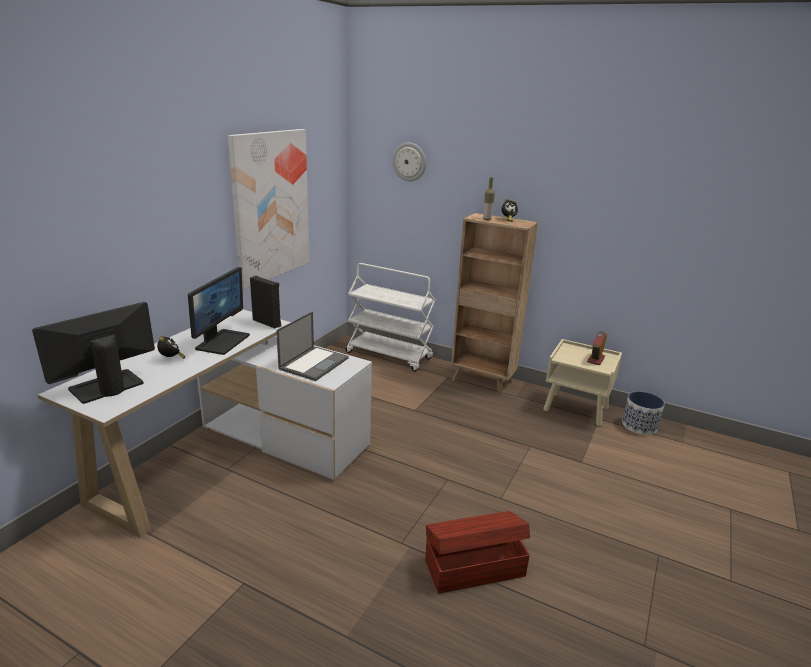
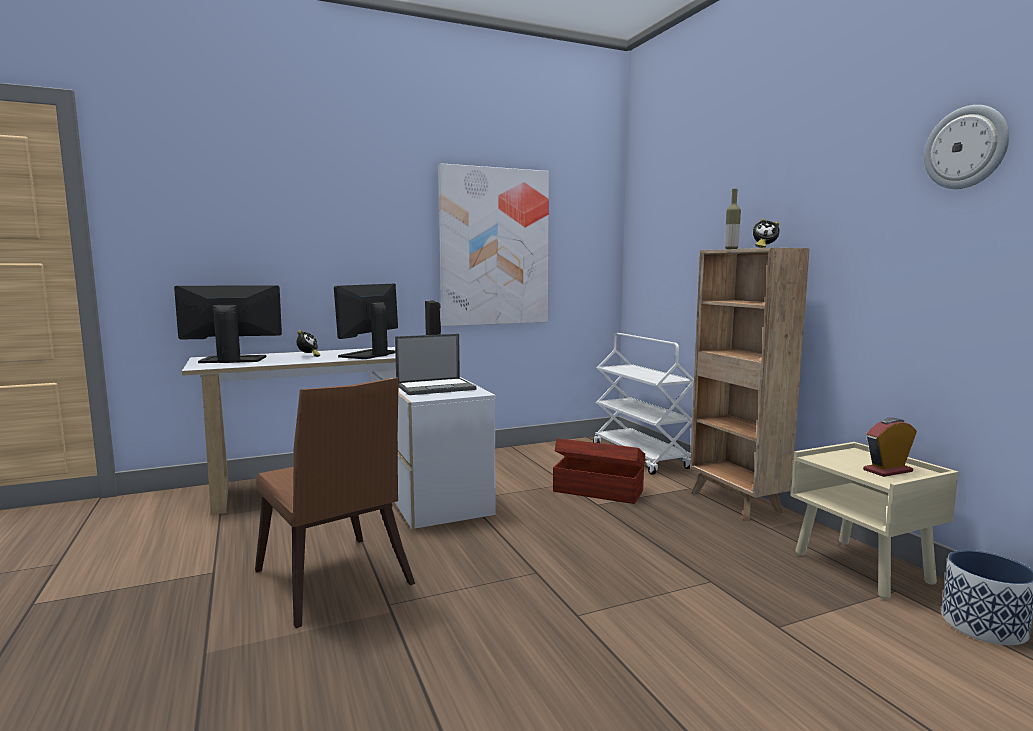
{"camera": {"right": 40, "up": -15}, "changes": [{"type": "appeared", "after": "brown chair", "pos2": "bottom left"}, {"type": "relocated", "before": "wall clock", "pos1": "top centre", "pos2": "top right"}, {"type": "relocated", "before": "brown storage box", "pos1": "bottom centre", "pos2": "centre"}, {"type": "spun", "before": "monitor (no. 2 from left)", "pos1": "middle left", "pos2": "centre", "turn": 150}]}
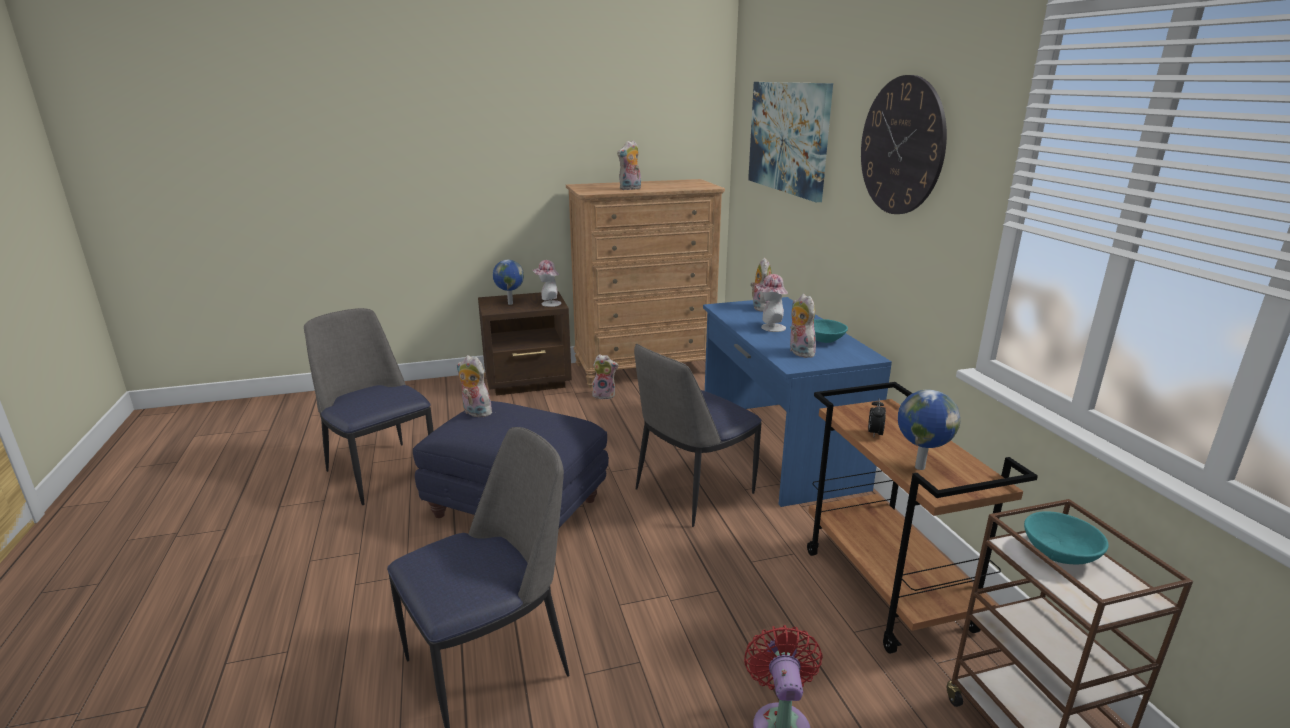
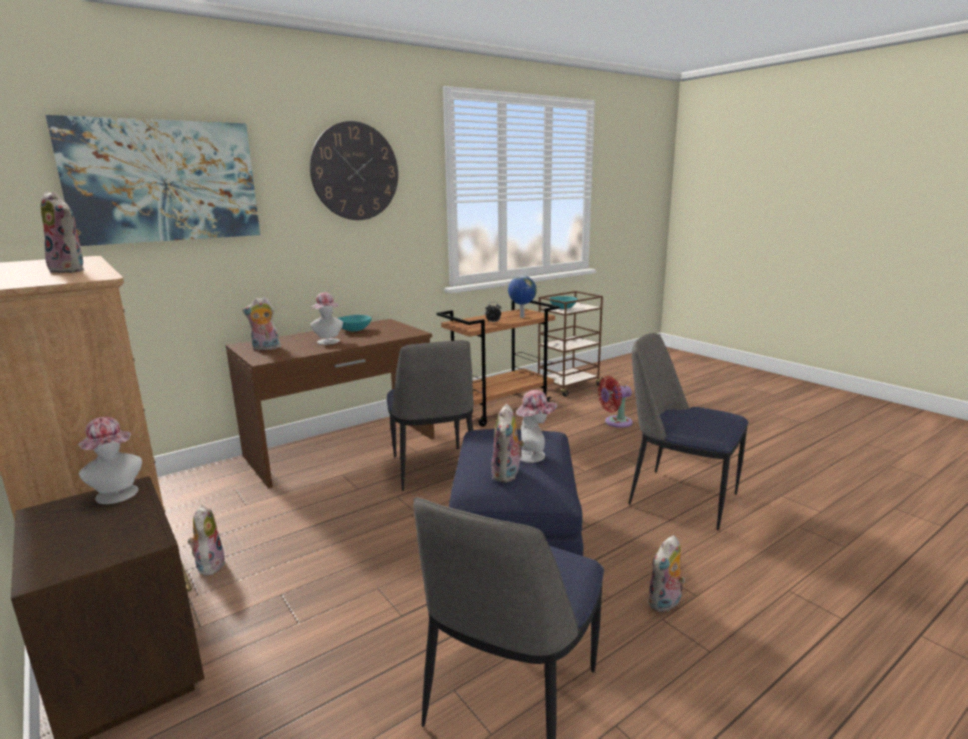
{"camera": {"right": -110, "up": -5}, "changes": [{"type": "missing", "before": "globe (no. 1 from left)", "pos1": "centre"}, {"type": "appeared", "after": "hat (no. 3 from left)", "pos2": "centre"}, {"type": "relocated", "before": "plush toy (no. 5 from left)", "pos1": "centre", "pos2": "bottom right"}, {"type": "colour", "before": "blue desk", "after": "brown desk", "pos1": "centre", "pos2": "centre"}, {"type": "spun", "before": "chair (no. 3 from left in the first image)", "pos1": "centre", "pos2": "centre", "turn": 45}]}
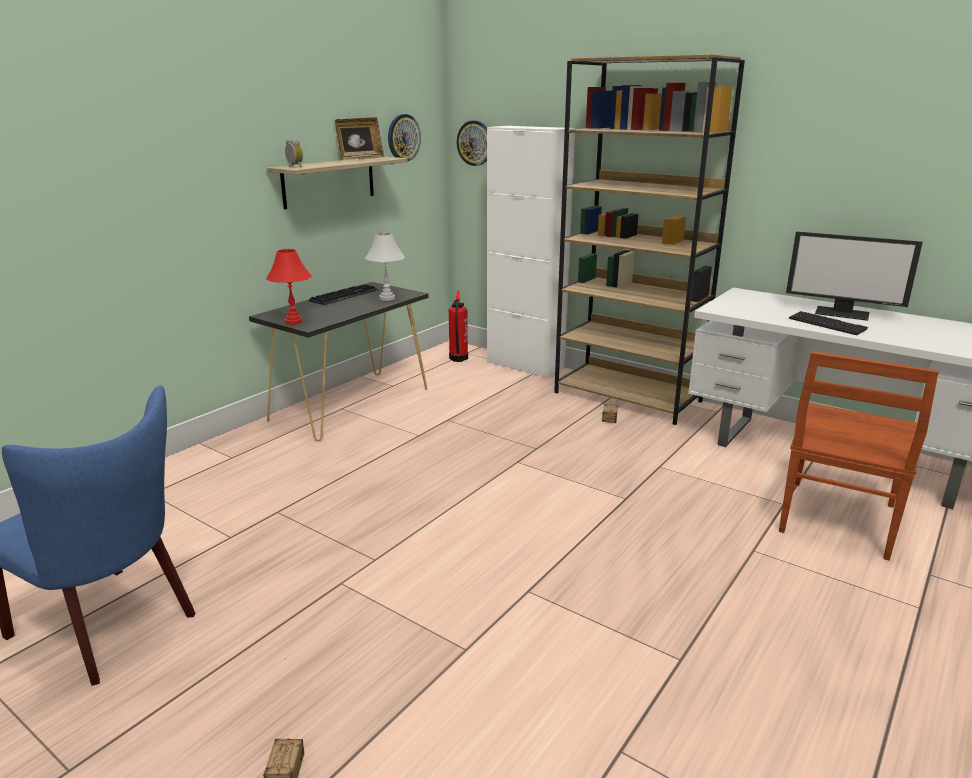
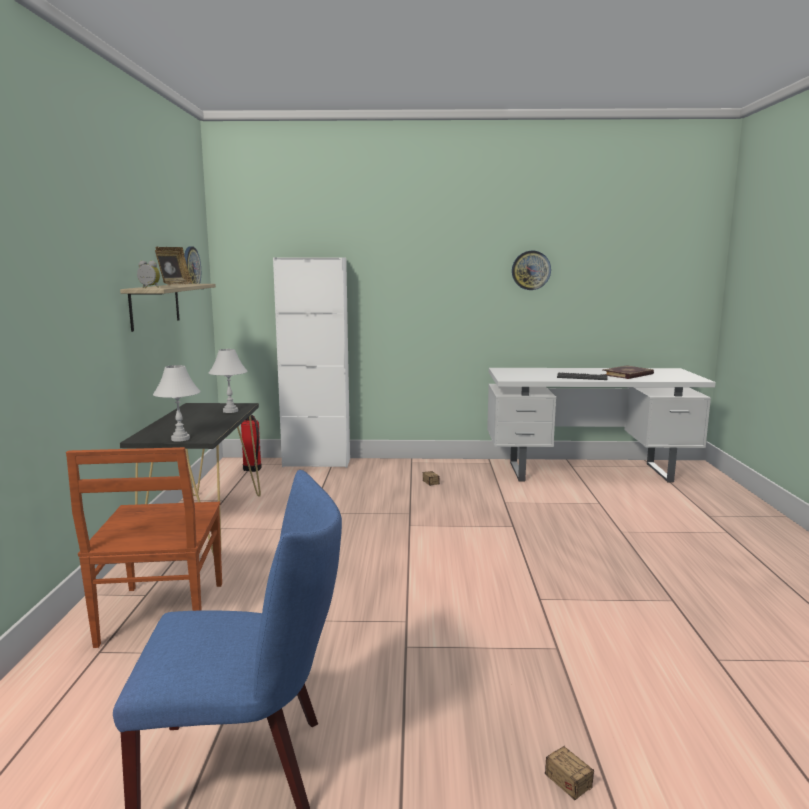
{"camera": {"right": -35, "up": -10}, "changes": [{"type": "missing", "before": "keyboard (no. 1 from left)", "pos1": "centre"}, {"type": "missing", "before": "brown bookcase", "pos1": "top right"}, {"type": "missing", "before": "monitor", "pos1": "middle right"}, {"type": "appeared", "after": "book", "pos2": "middle right"}, {"type": "relocated", "before": "wall clock (no. 2 from left)", "pos1": "top centre", "pos2": "centre"}, {"type": "relocated", "before": "brown chair", "pos1": "middle right", "pos2": "bottom left"}, {"type": "colour", "before": "red table lamp", "after": "white table lamp (no. 1 from left)", "pos1": "middle left", "pos2": "middle left"}]}
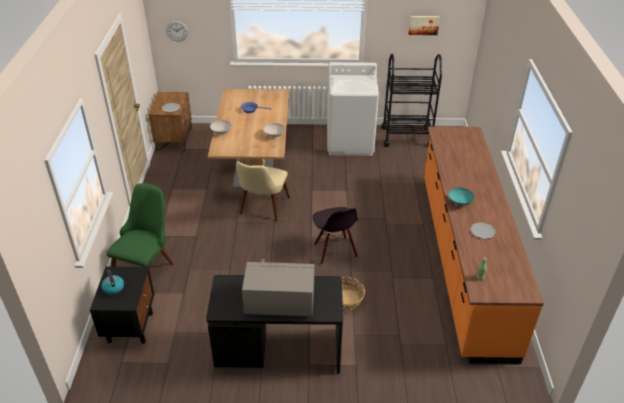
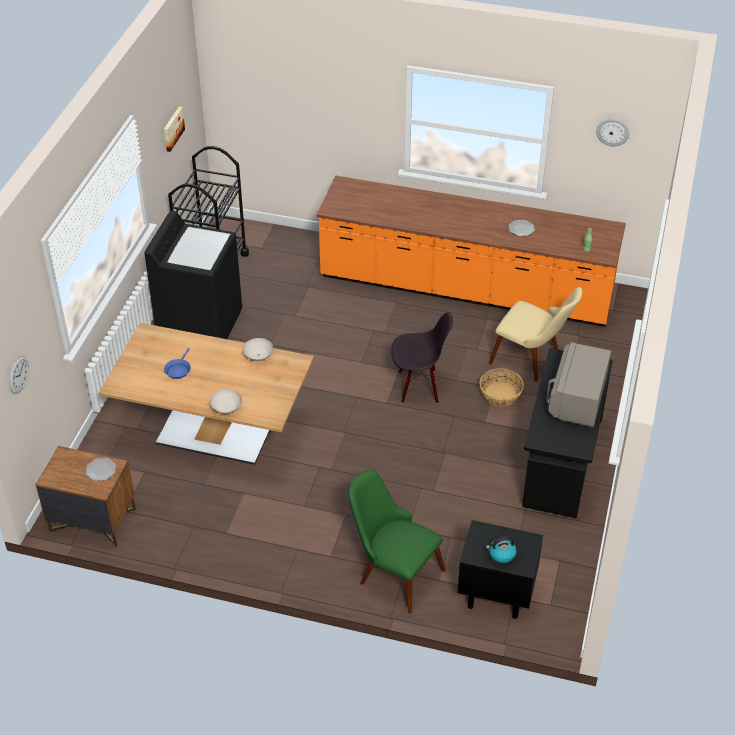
{"camera": {"right": -75, "up": 5}, "changes": [{"type": "missing", "before": "turquoise bowl", "pos1": "middle right"}, {"type": "appeared", "after": "wall clock (no. 2 from left)", "pos2": "top right"}, {"type": "relocated", "before": "beige chair", "pos1": "centre", "pos2": "middle right"}, {"type": "colour", "before": "white washing machine", "after": "black washing machine", "pos1": "top centre", "pos2": "middle left"}]}
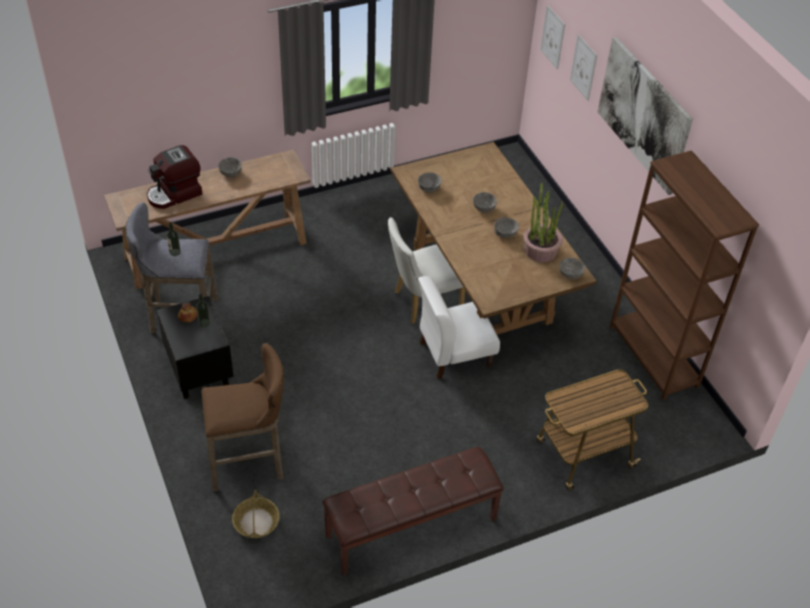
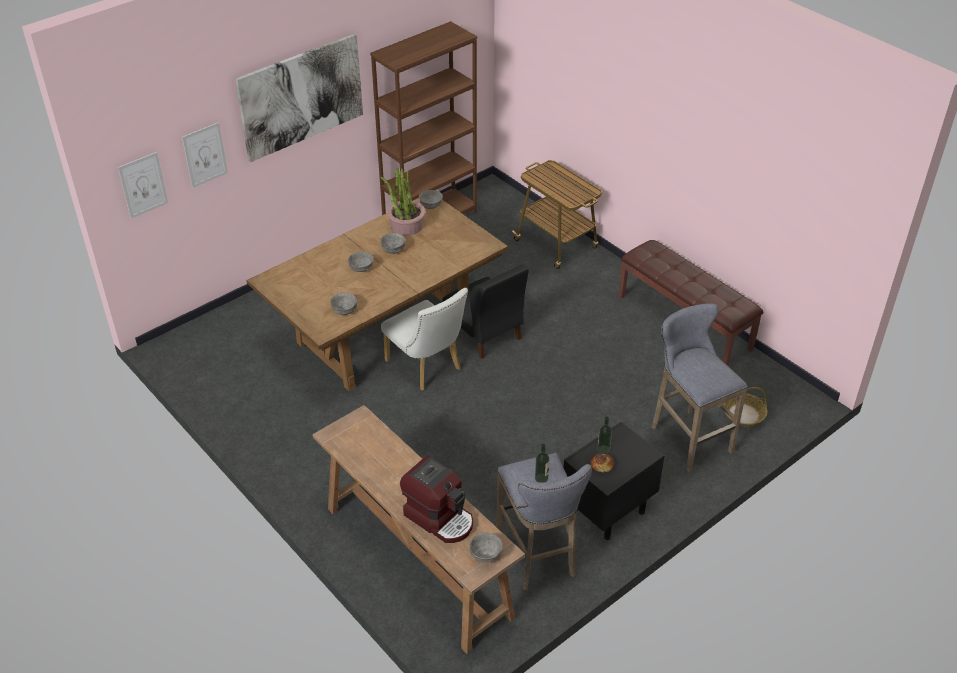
{"camera": {"right": -105, "up": -5}, "changes": [{"type": "relocated", "before": "grey bowl (no. 1 from left in the first image)", "after": "grey bowl (no. 5 from left)", "pos1": "top left", "pos2": "bottom centre"}, {"type": "colour", "before": "brown stool", "after": "grey stool (no. 2 from left)", "pos1": "bottom left", "pos2": "middle right"}, {"type": "colour", "before": "white chair (no. 2 from left)", "after": "black chair", "pos1": "centre", "pos2": "centre"}]}
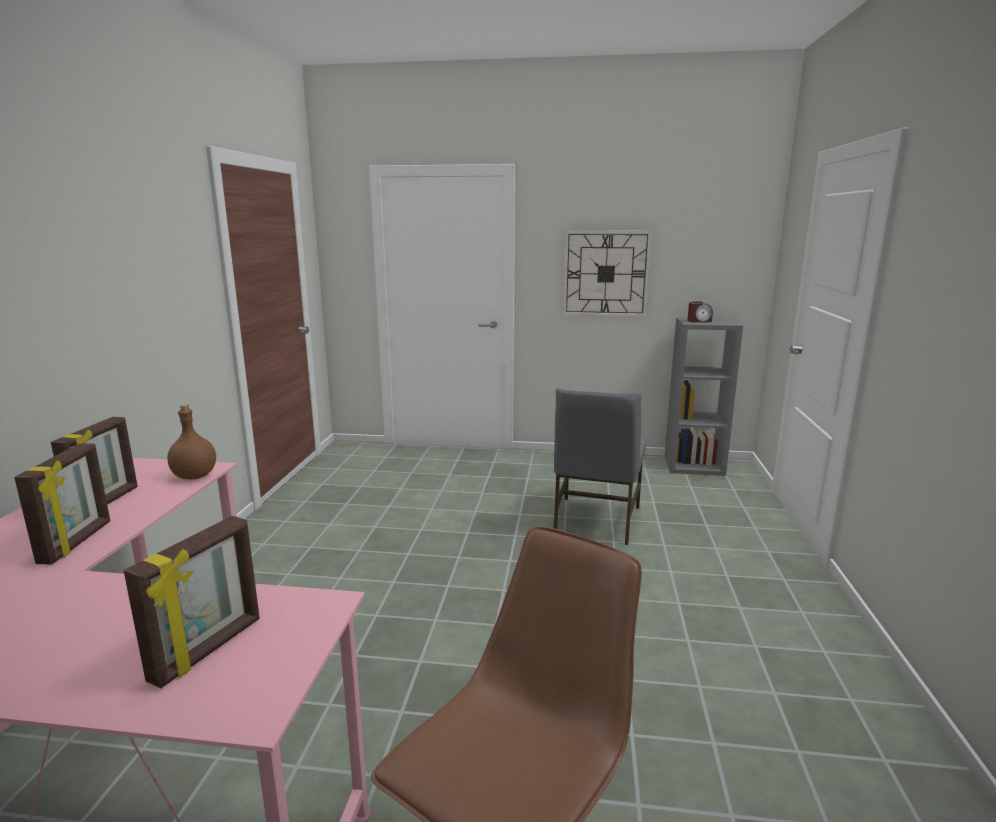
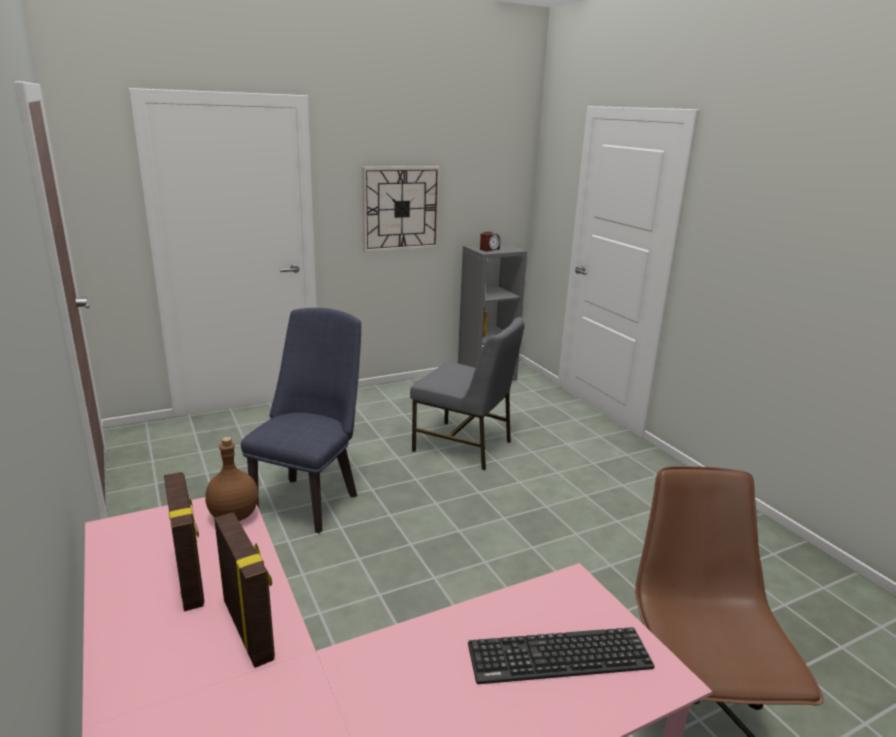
{"camera": {"right": -35, "up": 5}, "changes": [{"type": "appeared", "after": "blue chair", "pos2": "centre"}, {"type": "exchanged", "before": "picture frame (no. 3 from left)", "after": "keyboard", "pos1": "bottom left", "pos2": "bottom centre"}, {"type": "spun", "before": "grey chair", "pos1": "centre", "pos2": "centre", "turn": -45}]}
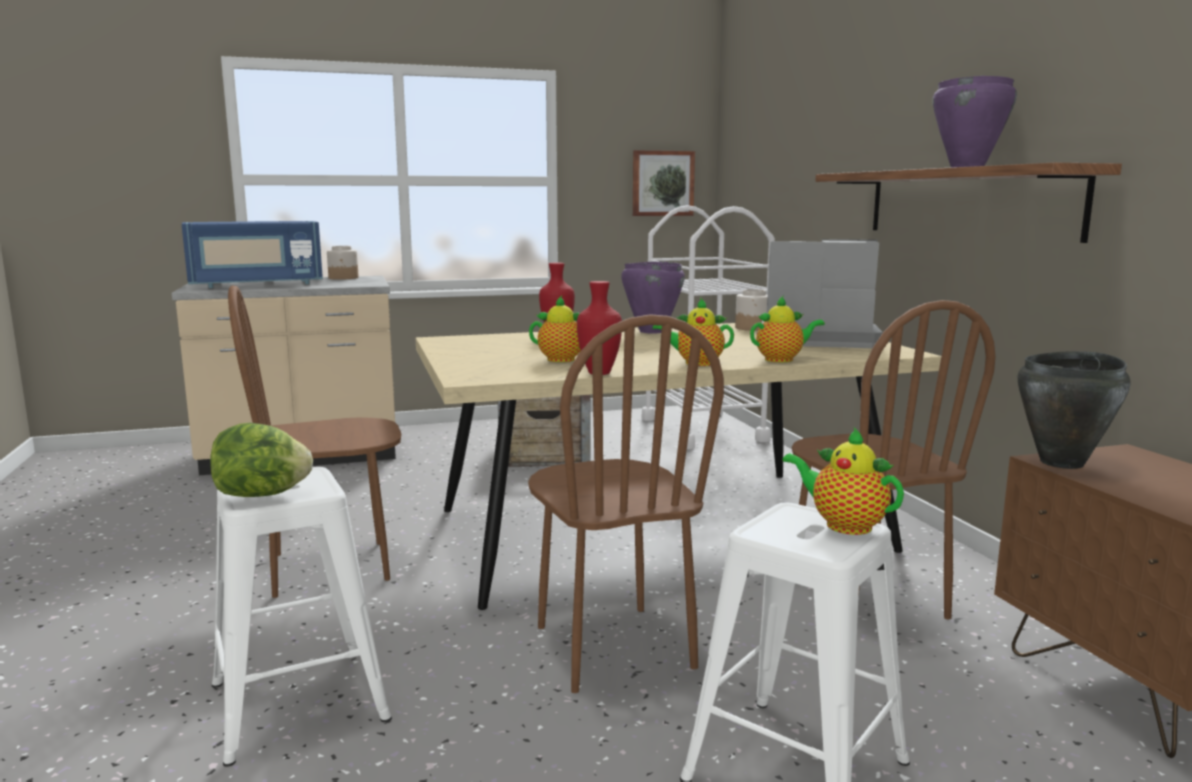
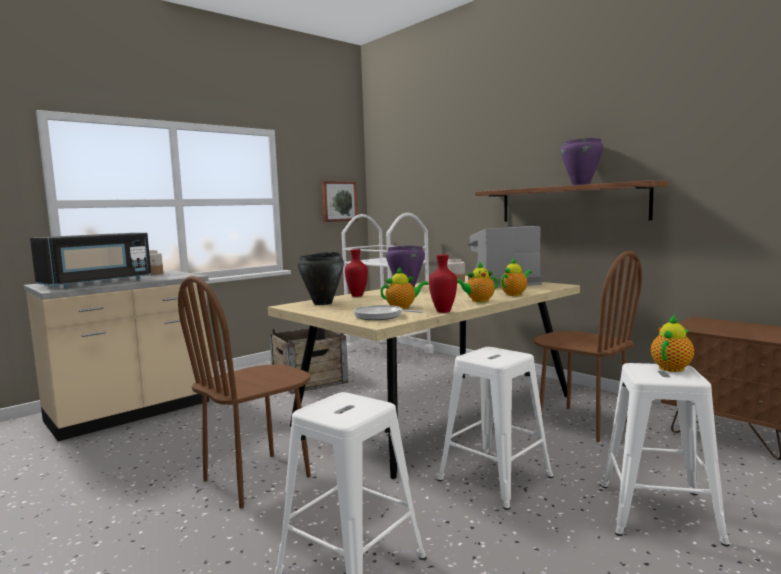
{"camera": {"right": -25, "up": -5}, "changes": [{"type": "missing", "before": "lettuce", "pos1": "middle left"}, {"type": "appeared", "after": "frying pan", "pos2": "centre"}, {"type": "relocated", "before": "black cooking pot", "pos1": "middle right", "pos2": "centre"}, {"type": "exchanged", "before": "brown chair (no. 2 from left)", "after": "white stool (no. 2 from left)", "pos1": "centre", "pos2": "bottom centre"}, {"type": "colour", "before": "blue microwave", "after": "black microwave", "pos1": "top left", "pos2": "middle left"}, {"type": "spun", "before": "teapot (no. 4 from left)", "pos1": "middle right", "pos2": "middle right", "turn": 120}]}
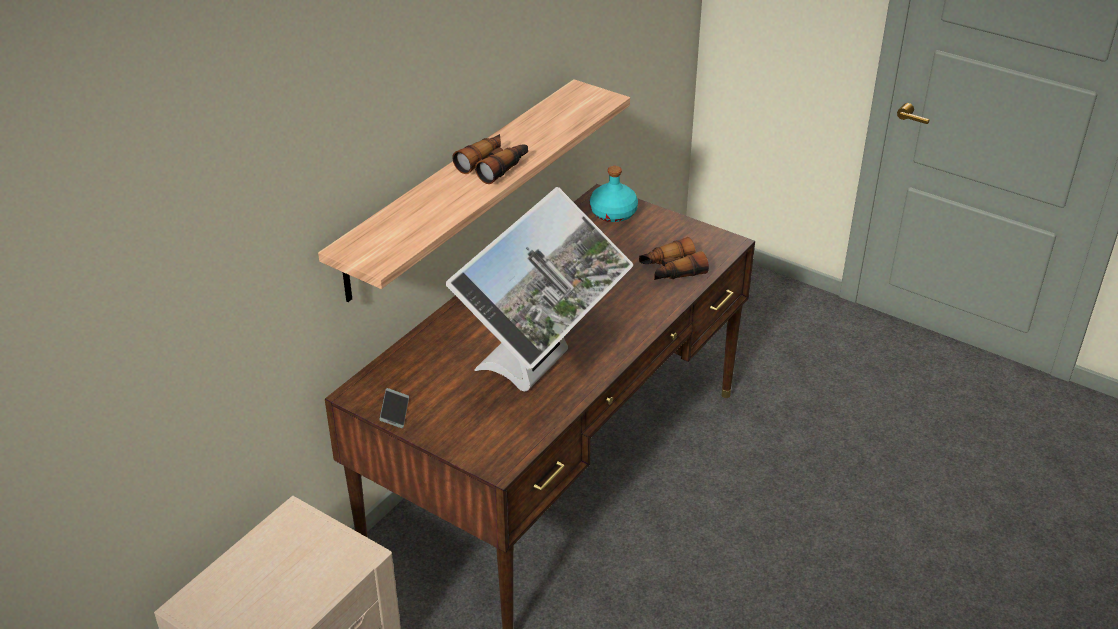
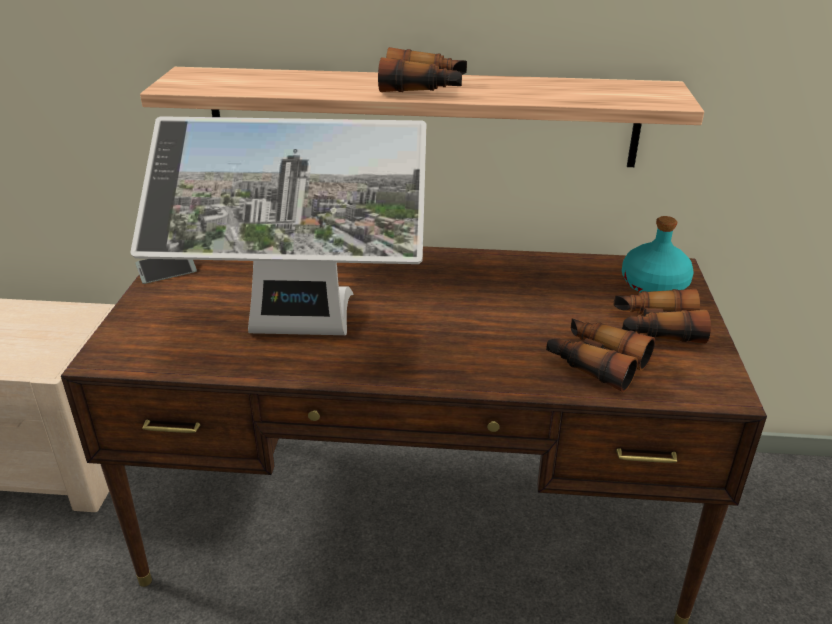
{"camera": {"right": 60, "up": -5}, "changes": [{"type": "appeared", "after": "binoculars (no. 3 from left)", "pos2": "middle right"}]}
